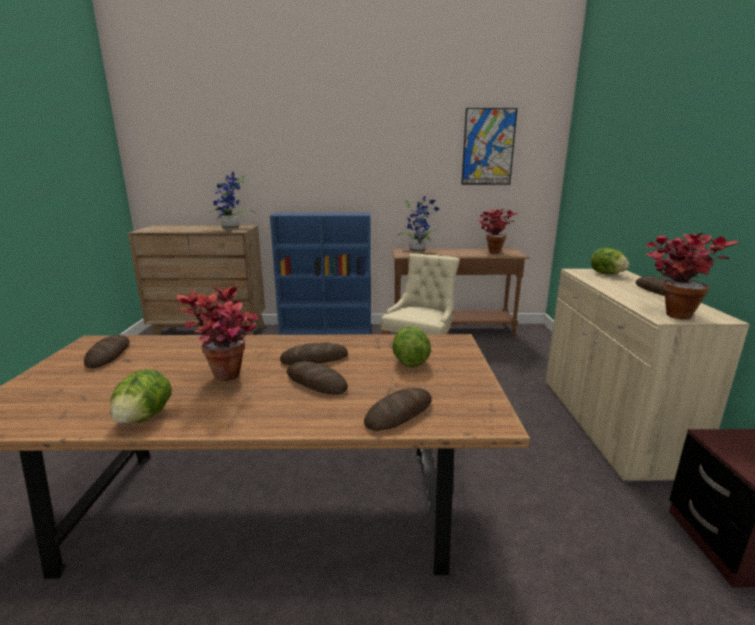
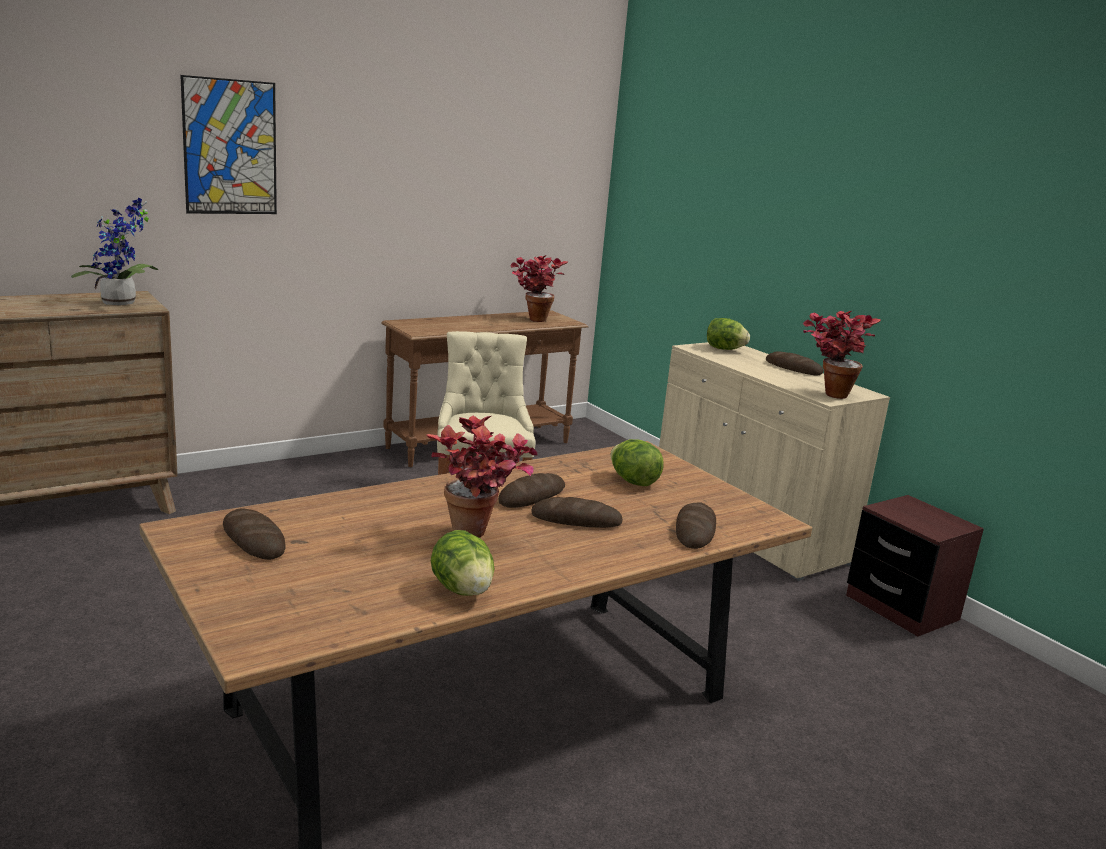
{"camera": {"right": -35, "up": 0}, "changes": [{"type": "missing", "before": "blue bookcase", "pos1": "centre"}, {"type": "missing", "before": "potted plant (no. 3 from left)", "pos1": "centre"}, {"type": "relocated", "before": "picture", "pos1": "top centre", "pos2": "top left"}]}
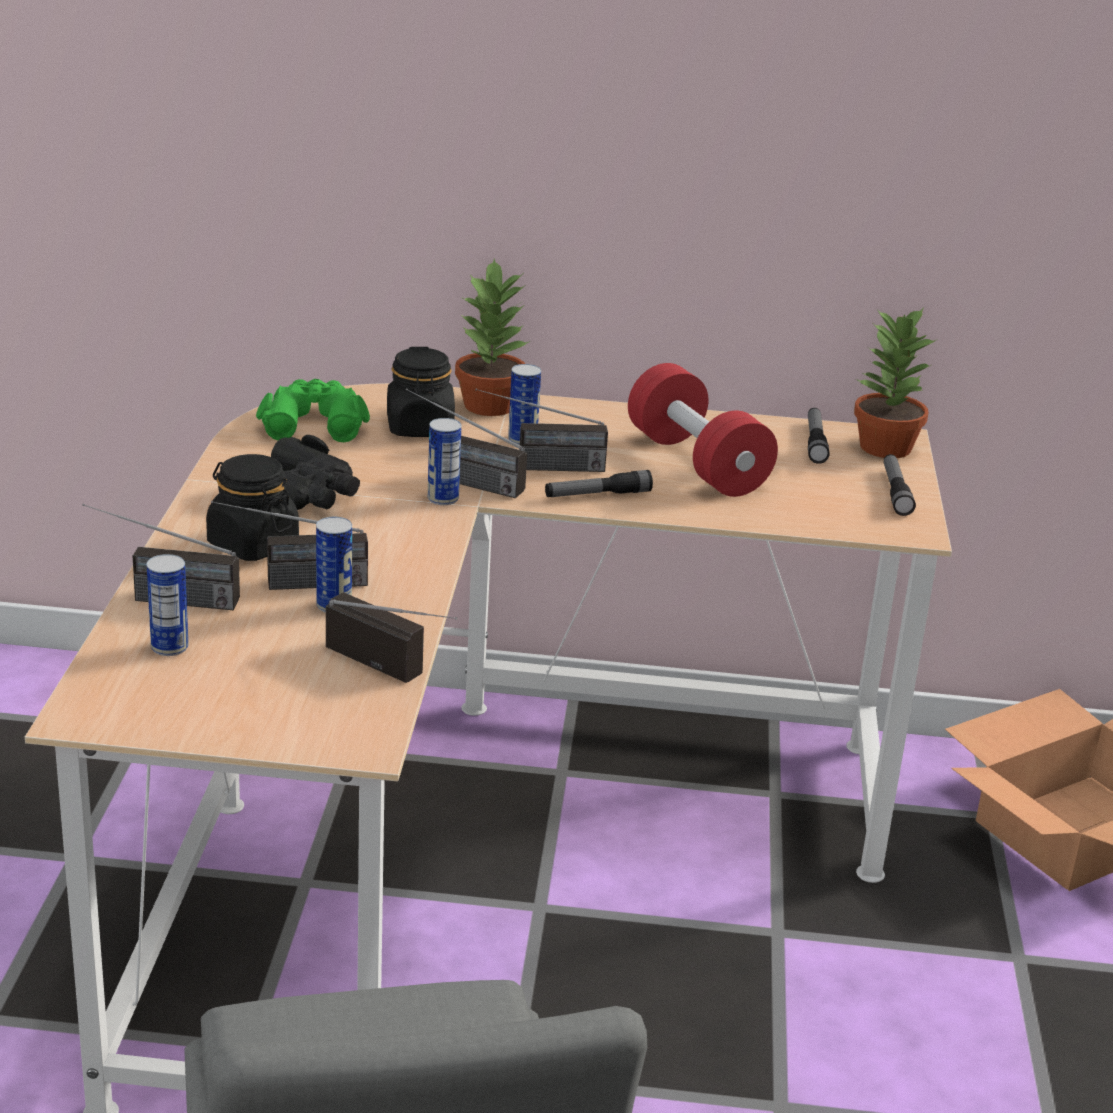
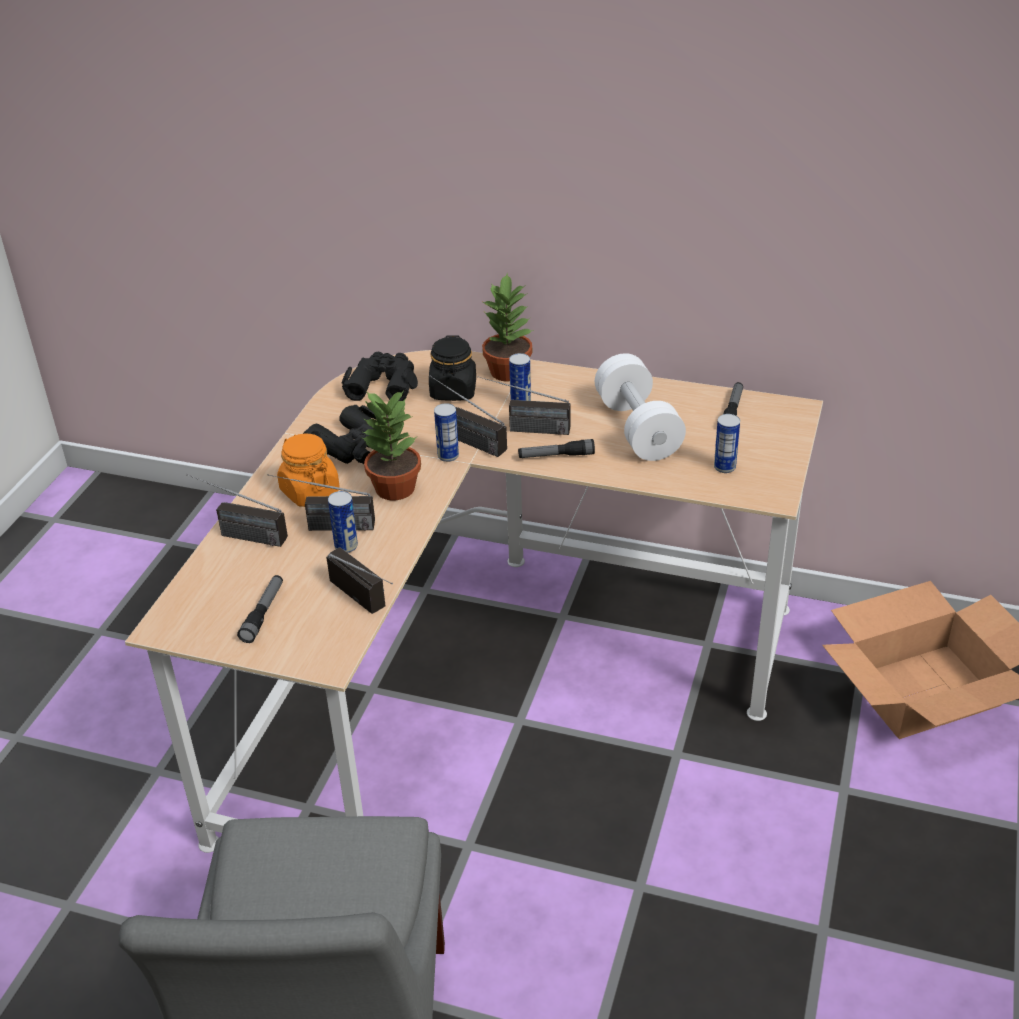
{"camera": {"right": 15, "up": 10}, "changes": [{"type": "relocated", "before": "can (no. 1 from left in the first image)", "after": "can (no. 4 from left)", "pos1": "middle left", "pos2": "middle right"}, {"type": "relocated", "before": "potted plant (no. 2 from left in the first image)", "after": "potted plant (no. 1 from left)", "pos1": "middle right", "pos2": "centre"}, {"type": "relocated", "before": "flashlight (no. 3 from left in the first image)", "after": "flashlight (no. 1 from left)", "pos1": "middle right", "pos2": "middle left"}, {"type": "colour", "before": "black jar (no. 1 from left)", "after": "orange jar", "pos1": "middle left", "pos2": "middle left"}, {"type": "colour", "before": "green binoculars", "after": "black binoculars (no. 2 from left)", "pos1": "middle left", "pos2": "centre"}, {"type": "colour", "before": "red dumbbell", "after": "white dumbbell", "pos1": "centre", "pos2": "centre"}]}
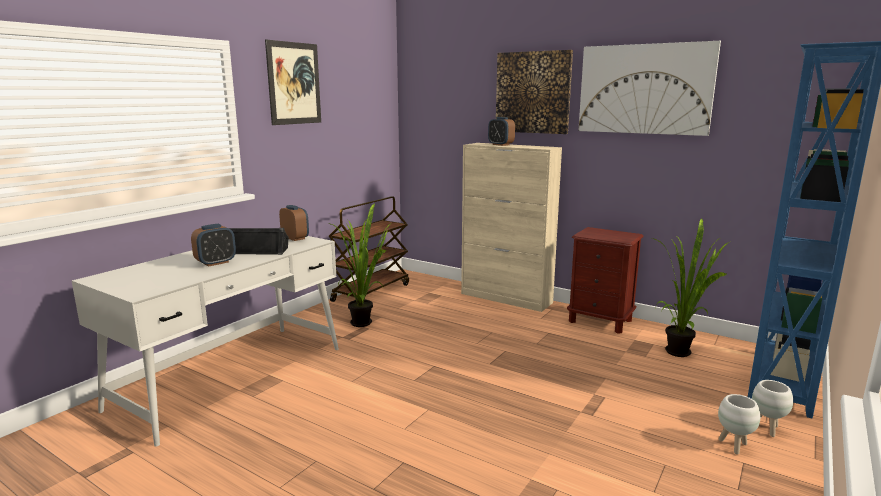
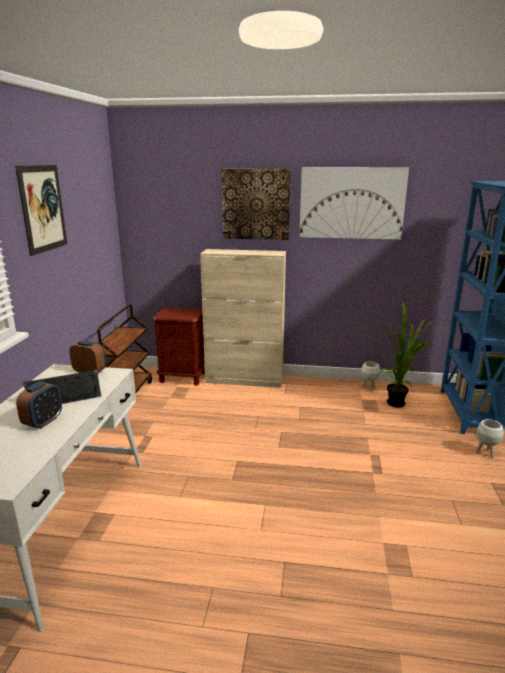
{"camera": {"right": -25, "up": 5}, "changes": [{"type": "missing", "before": "potted plant (no. 1 from left)", "pos1": "centre"}, {"type": "missing", "before": "alarm clock (no. 3 from left)", "pos1": "top centre"}, {"type": "relocated", "before": "brown nightstand", "pos1": "middle right", "pos2": "centre"}, {"type": "relocated", "before": "white planter (no. 1 from left)", "pos1": "bottom right", "pos2": "middle right"}]}
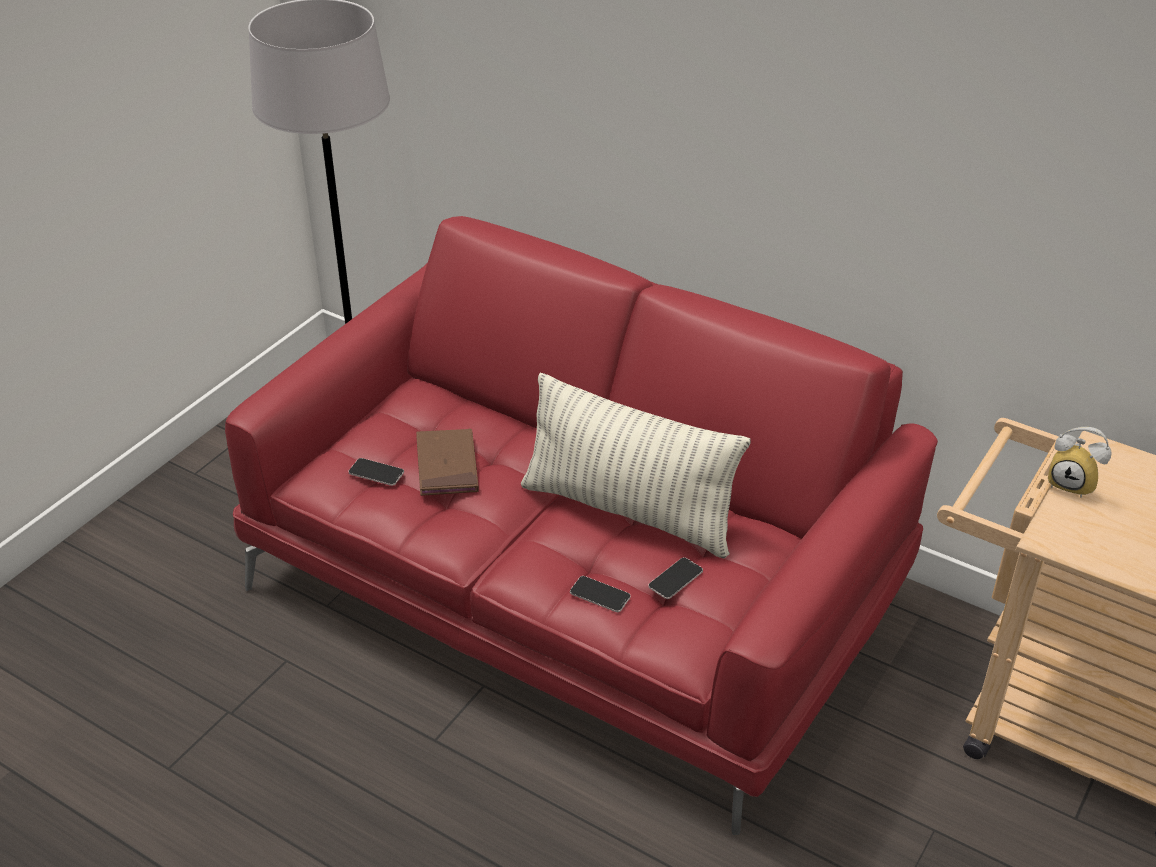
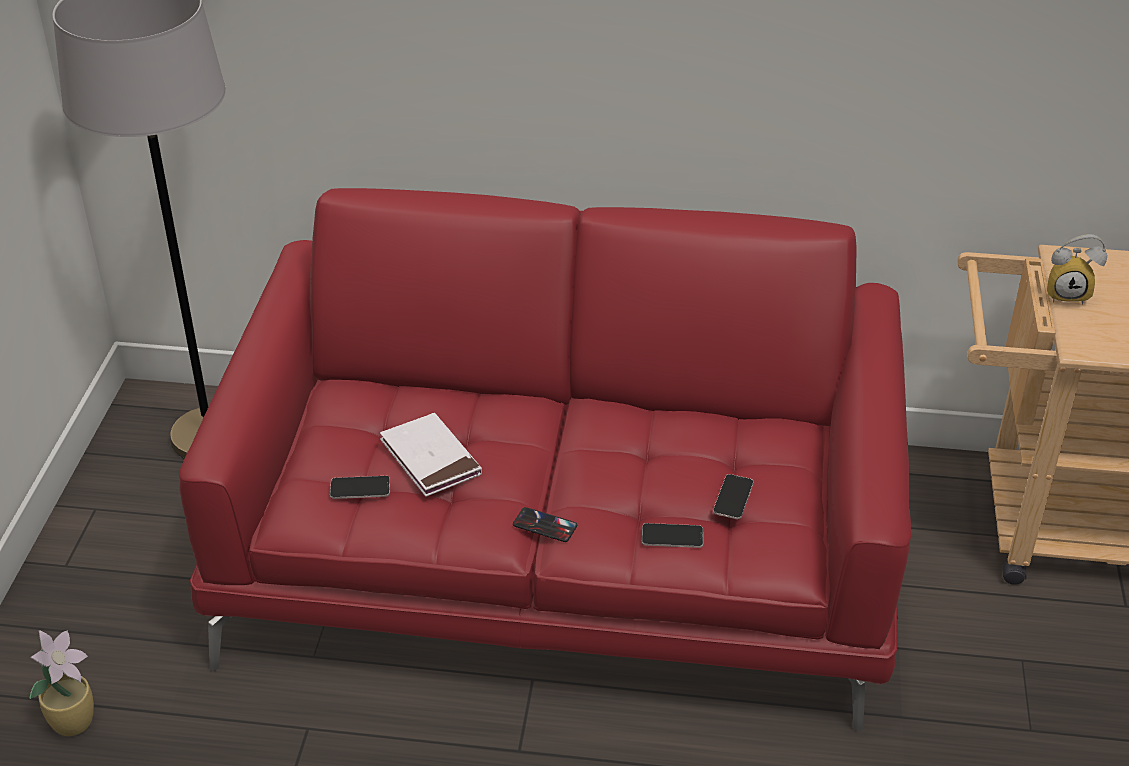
{"camera": {"right": -25, "up": 0}, "changes": [{"type": "missing", "before": "pillow", "pos1": "centre"}, {"type": "appeared", "after": "potted plant", "pos2": "bottom left"}, {"type": "appeared", "after": "phone (no. 2 from left)", "pos2": "bottom centre"}, {"type": "colour", "before": "brown book", "after": "white book", "pos1": "centre", "pos2": "centre"}]}
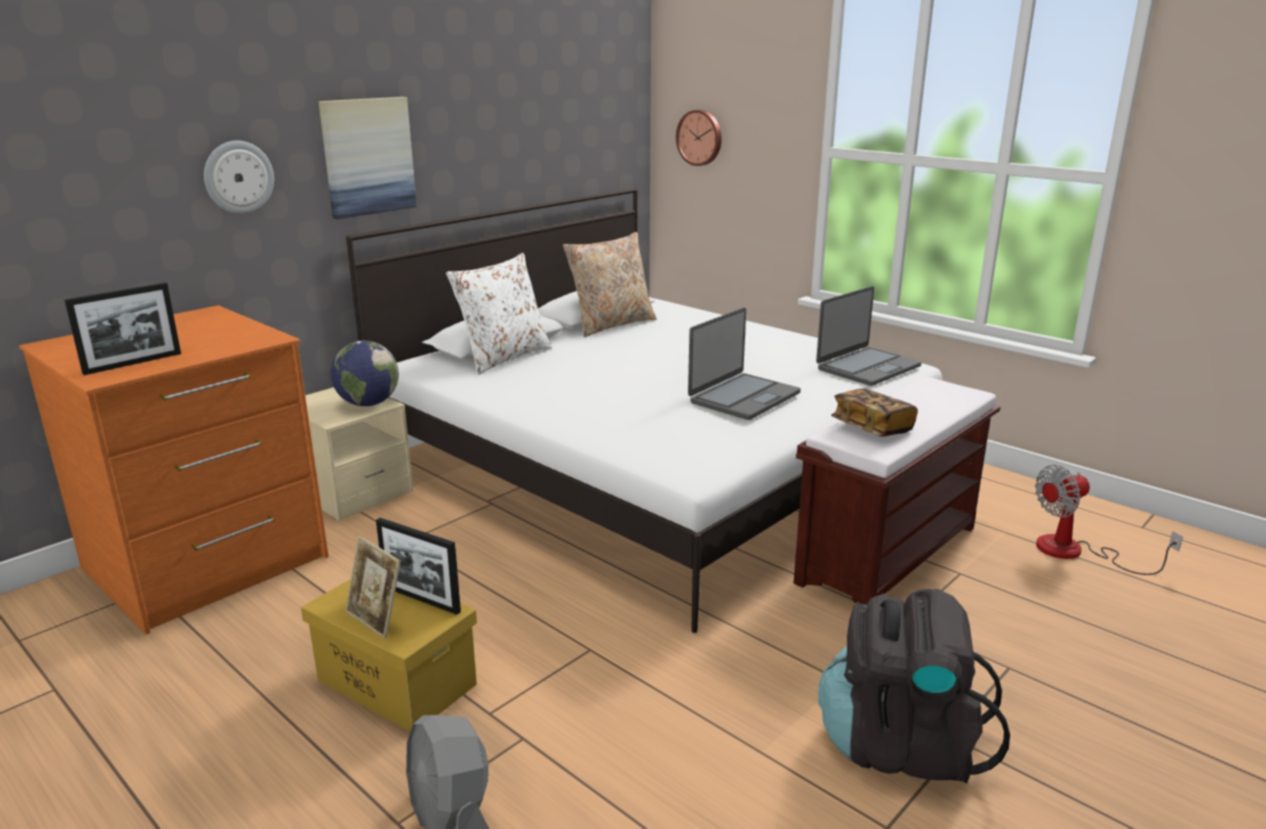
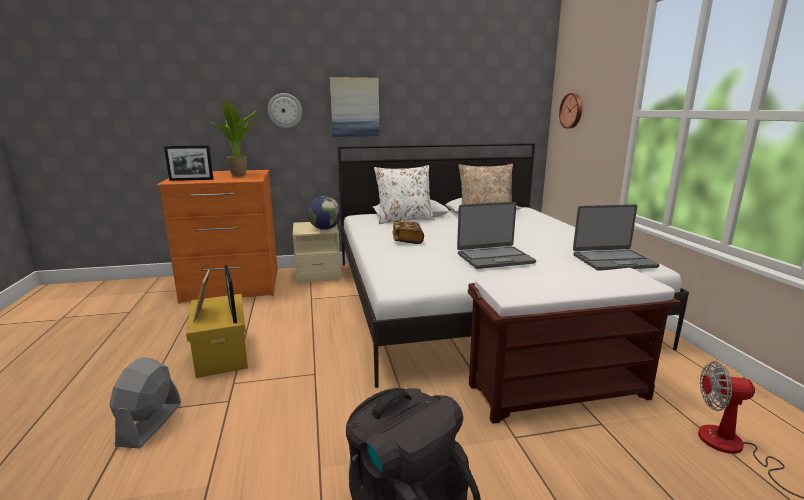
{"camera": {"right": 35, "up": -5}, "changes": [{"type": "appeared", "after": "potted plant", "pos2": "top left"}, {"type": "relocated", "before": "book", "pos1": "middle right", "pos2": "centre"}]}
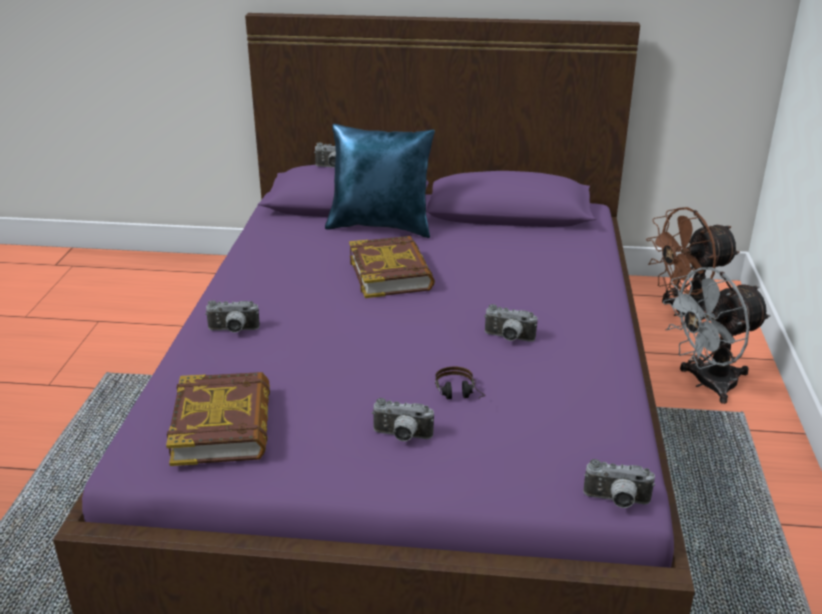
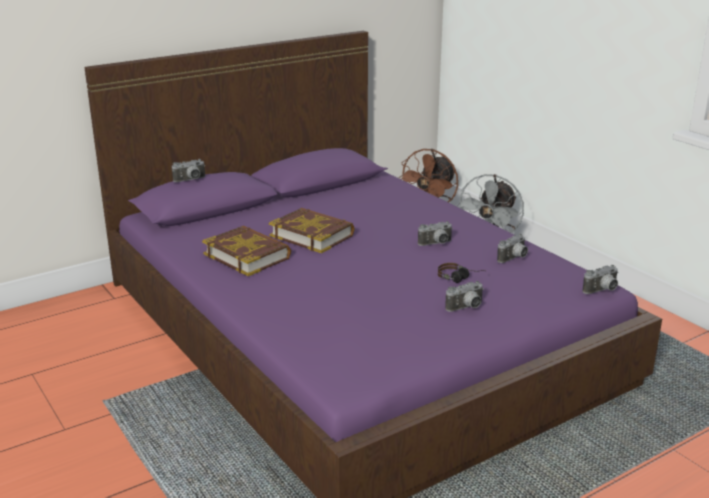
{"camera": {"right": -40, "up": -5}, "changes": [{"type": "missing", "before": "blue pillow", "pos1": "top centre"}, {"type": "relocated", "before": "book (no. 1 from left)", "pos1": "bottom left", "pos2": "centre"}, {"type": "relocated", "before": "photo camera (no. 1 from left in the first image)", "after": "photo camera (no. 4 from left)", "pos1": "middle left", "pos2": "middle right"}]}
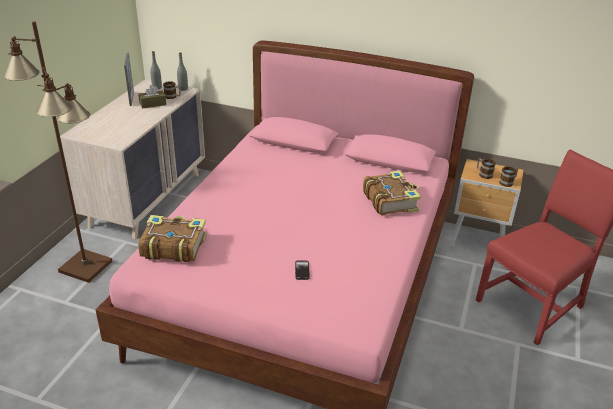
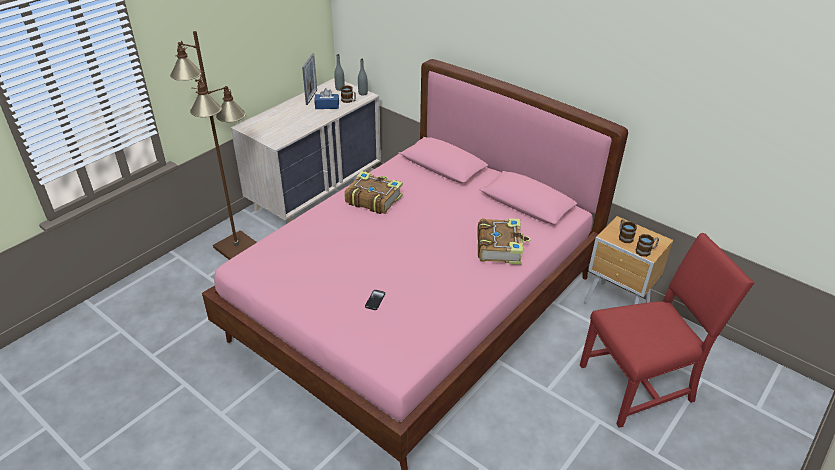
{"camera": {"right": 20, "up": 5}, "changes": [{"type": "relocated", "before": "book (no. 1 from left)", "pos1": "middle left", "pos2": "centre"}, {"type": "colour", "before": "brown tissue box", "after": "blue tissue box", "pos1": "top left", "pos2": "top centre"}]}
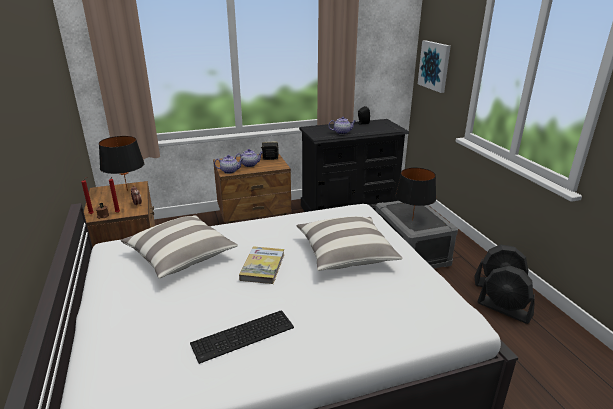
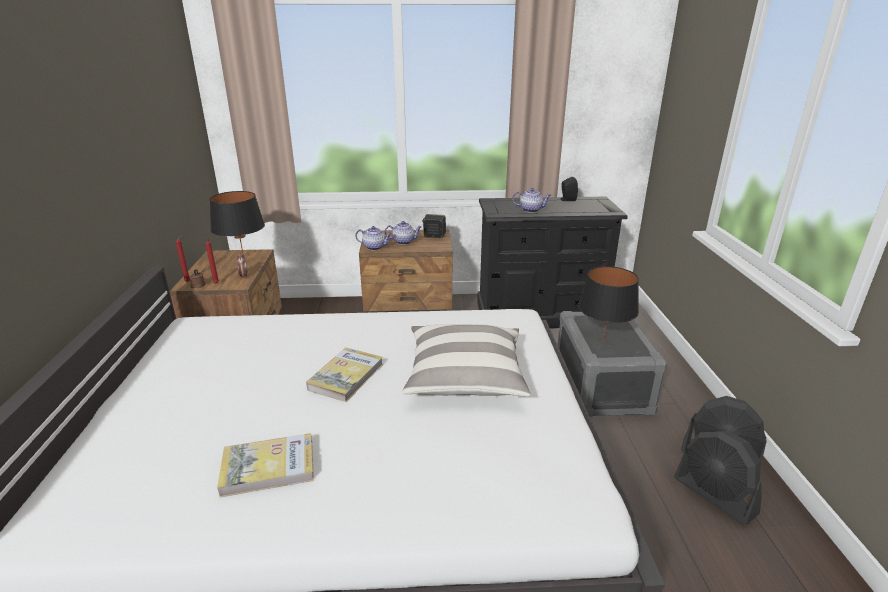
{"camera": {"right": 15, "up": 0}, "changes": [{"type": "missing", "before": "pillow (no. 1 from left)", "pos1": "middle left"}, {"type": "missing", "before": "picture", "pos1": "top right"}, {"type": "exchanged", "before": "keyboard", "after": "book (no. 1 from left)", "pos1": "bottom centre", "pos2": "bottom left"}]}
